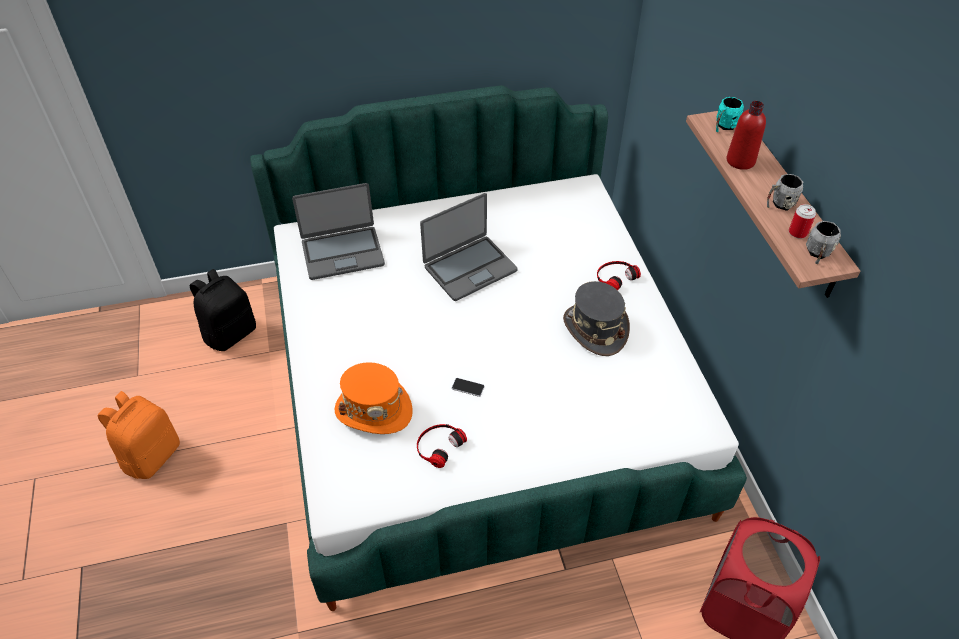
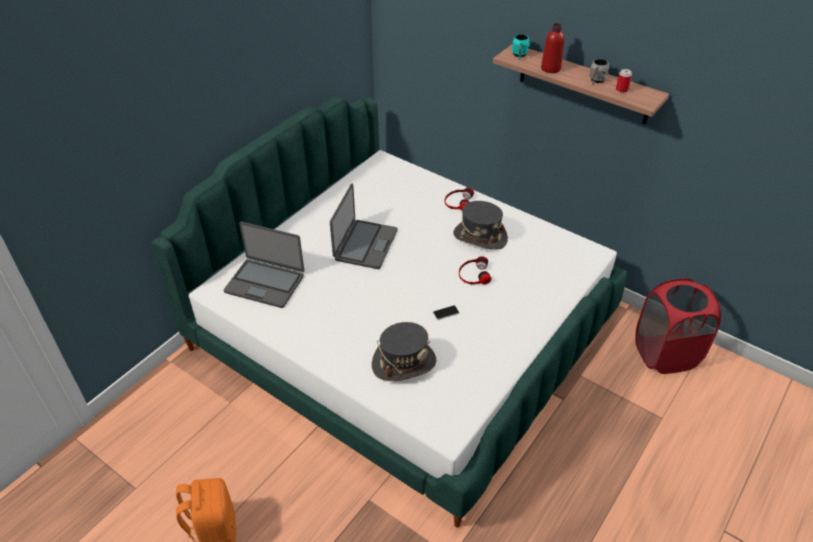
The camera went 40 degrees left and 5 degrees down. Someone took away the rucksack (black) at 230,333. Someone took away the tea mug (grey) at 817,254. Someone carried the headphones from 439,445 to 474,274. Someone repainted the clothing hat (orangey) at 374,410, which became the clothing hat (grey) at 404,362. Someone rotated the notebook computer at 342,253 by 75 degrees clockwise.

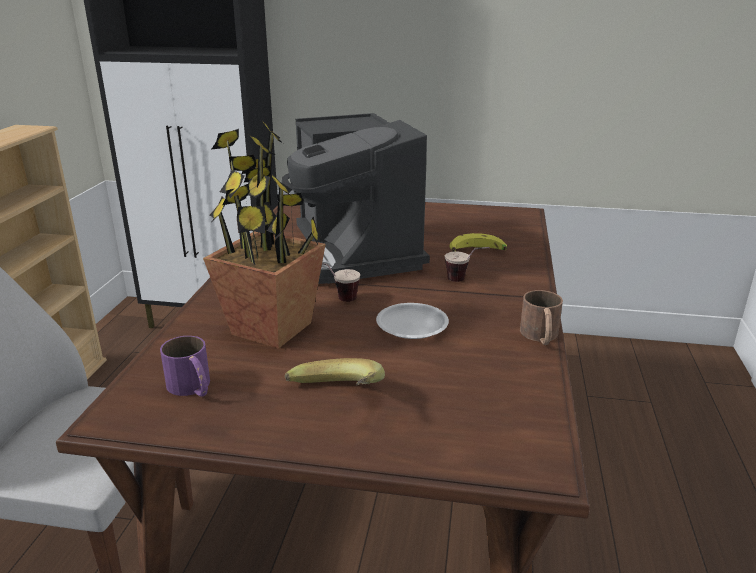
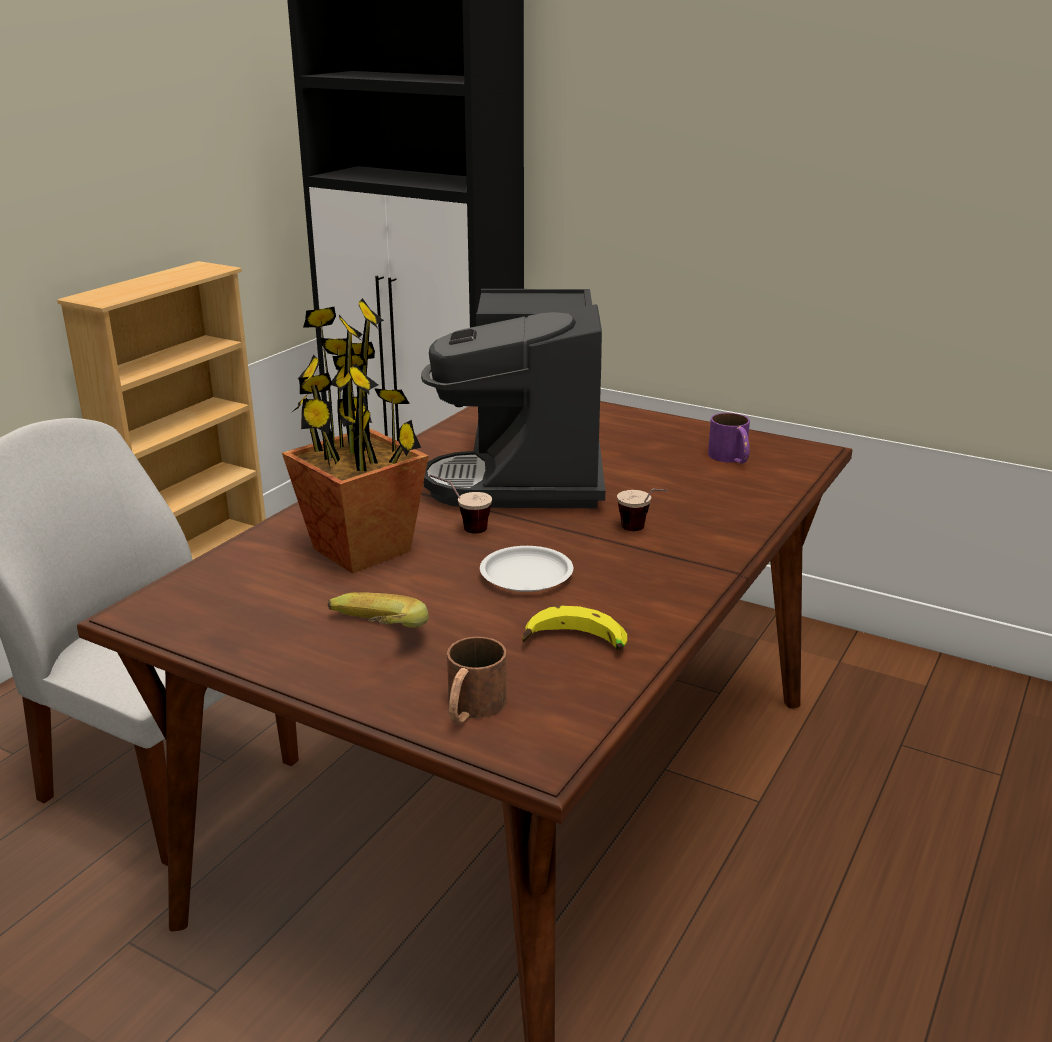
The camera went 20 degrees right and 0 degrees up. Someone carried the tea mug (purple-coloured) from 193,388 to 731,458. Someone carried the banana from 477,253 to 574,645. Someone carried the tea mug (brownish) from 540,337 to 471,709.

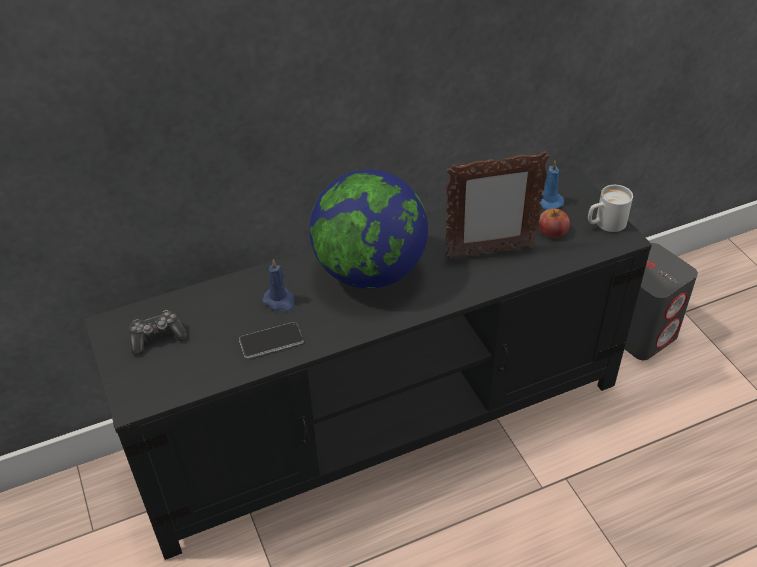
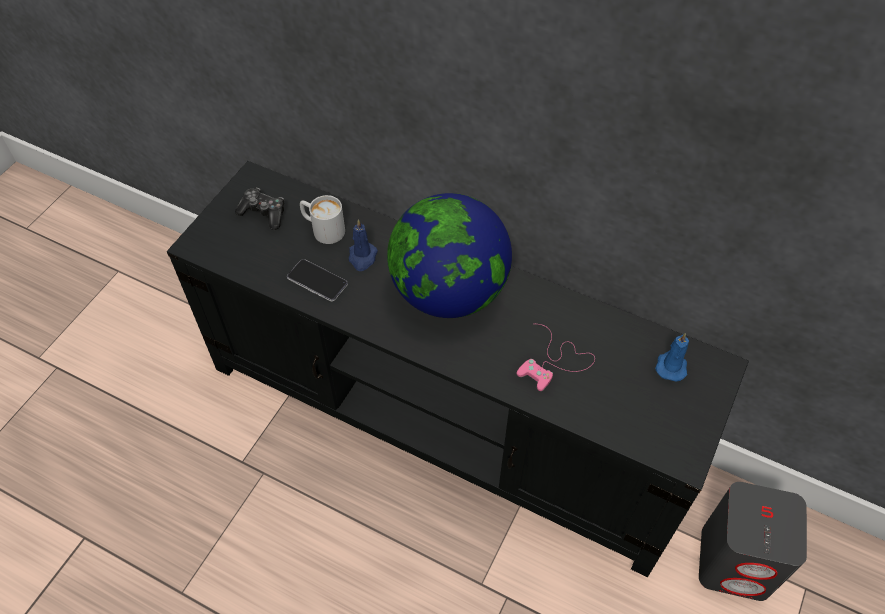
The camera went 50 degrees right and 10 degrees up. Someone took away the whole apple at 552,231. Someone carried the tea mug (white) from 604,224 to 323,229. Someone swapped the photo frame at 489,252 for the joypad (pink-coloured) at 555,362.

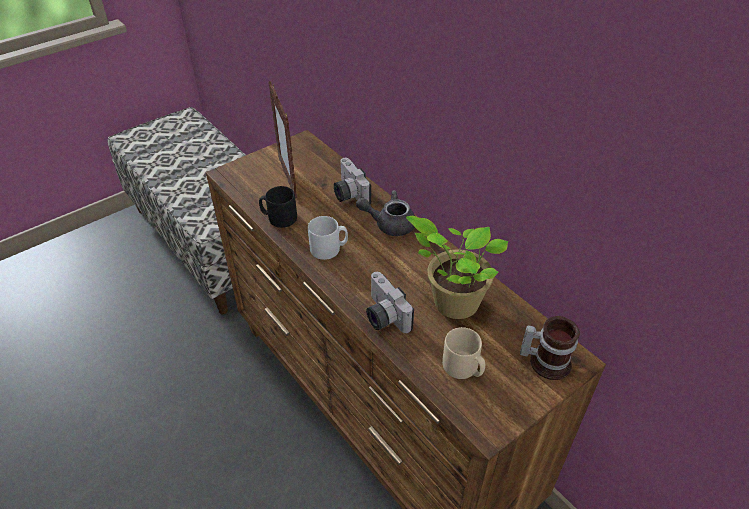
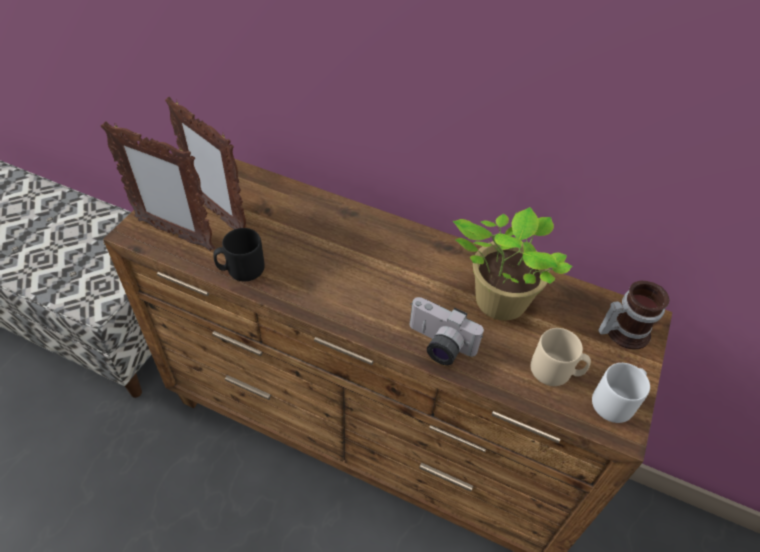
The camera went 30 degrees left and 5 degrees up. Someone took away the still camera at 348,194. Someone took away the pot for tea (grey) at 389,224. Someone put down the photo frame at 175,234. Someone carried the tea mug (grey) from 329,249 to 616,401.

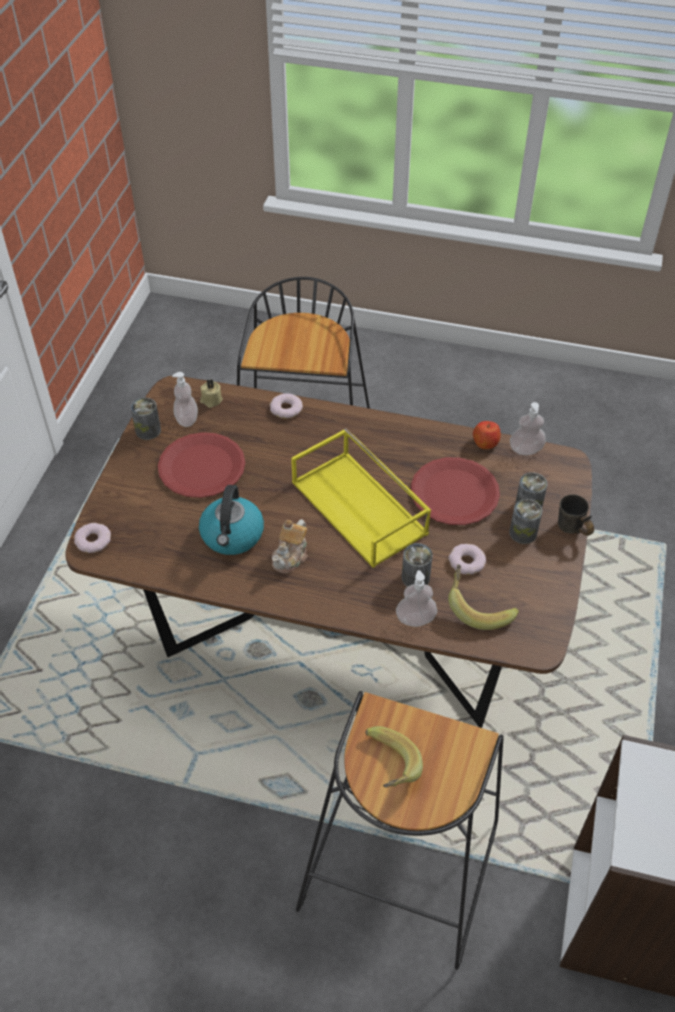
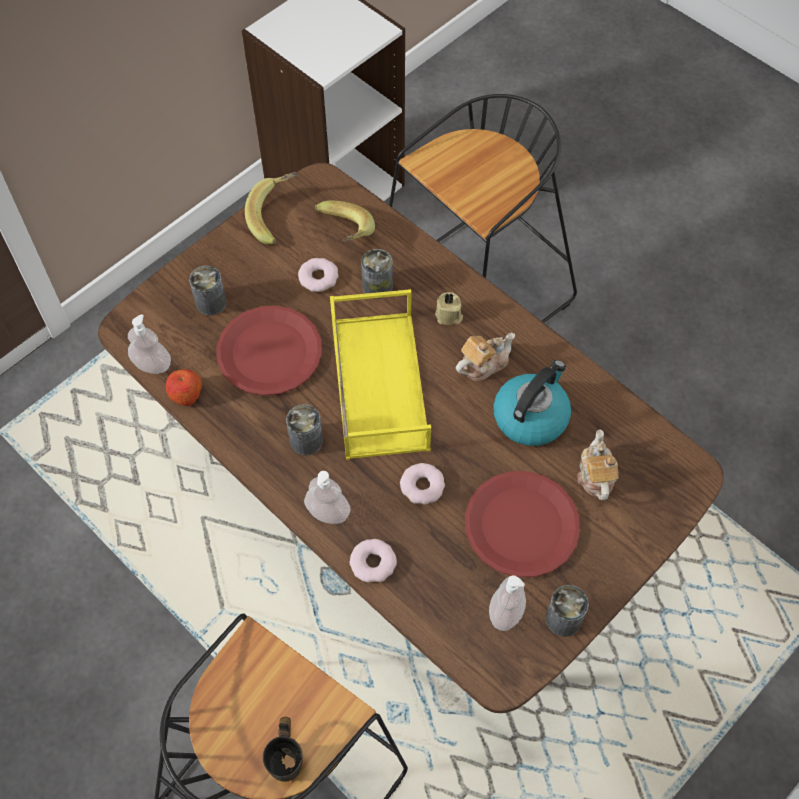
The camera went 150 degrees left and 10 degrees up. Someone put down the pot for tea at 595,476. Someone carried the donut from 93,540 to 422,486. Someone carried the wax light (sand-coloured) from 211,400 to 449,316. Someone carried the banana from 387,767 to 277,217. Someone carried the soap bottle from 415,619 to 328,512. Someone carried the can from 523,533 to 306,440. Someone carried the tea mug (grey) from 570,531 to 290,756.

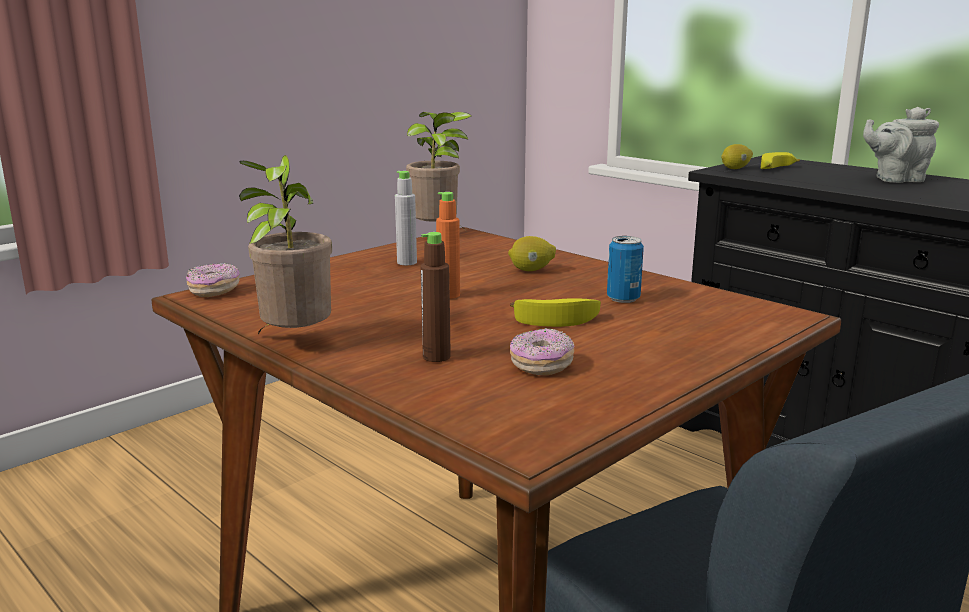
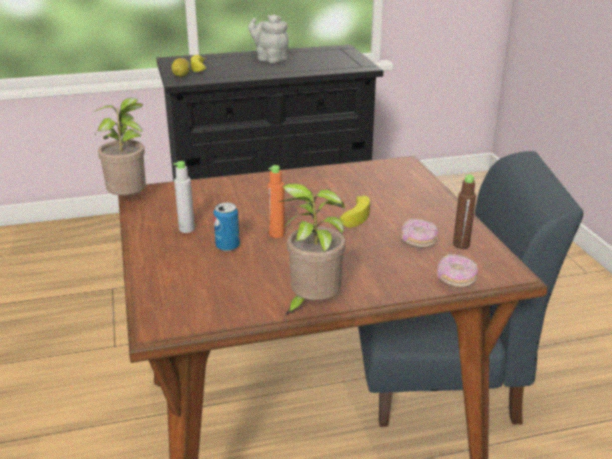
The camera went 60 degrees left and 10 degrees up. Someone took away the whole lemon at 531,270. Someone carried the donut from 214,291 to 455,279. Someone carried the beverage bottle (brownish) from 436,357 to 461,245. Someone carried the can from 623,298 to 227,246. Someone rotated the pot for tea (grey) at 895,179 by 105 degrees clockwise.

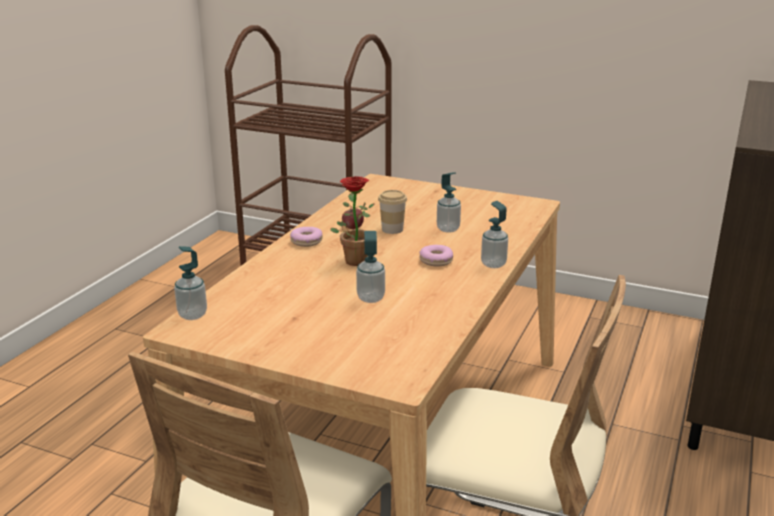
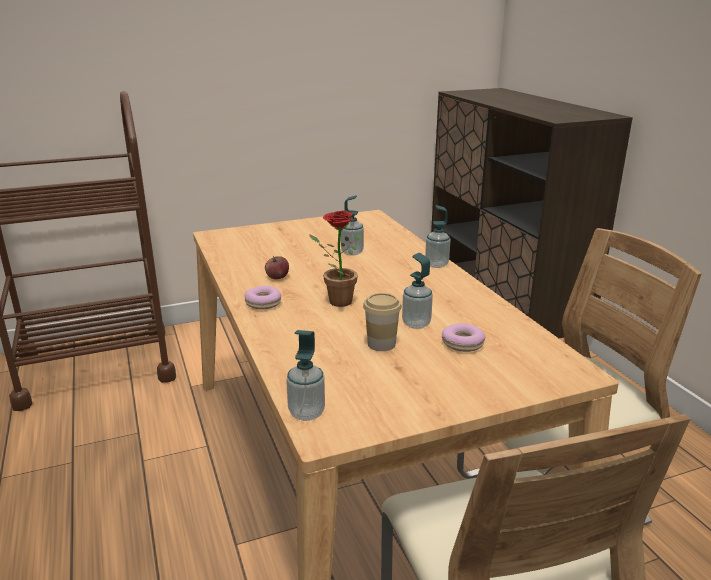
The camera went 45 degrees left and 0 degrees up. Someone carried the drinking cup from 392,229 to 381,344. Someone carried the donut from 436,260 to 462,343.

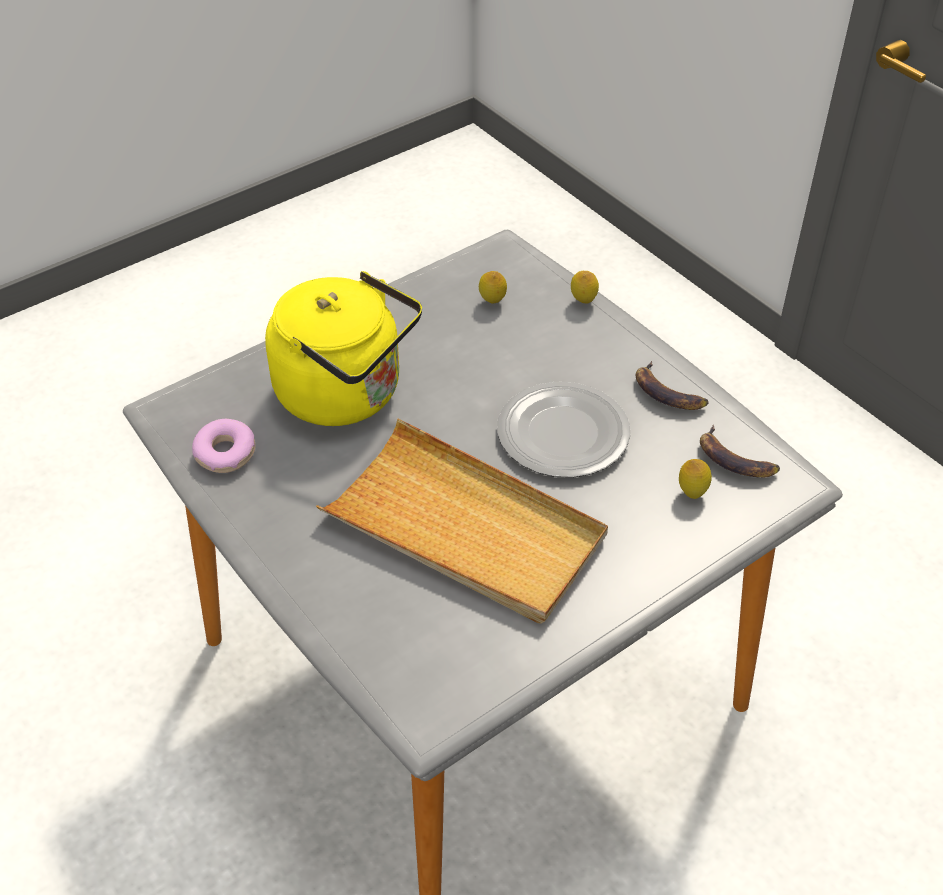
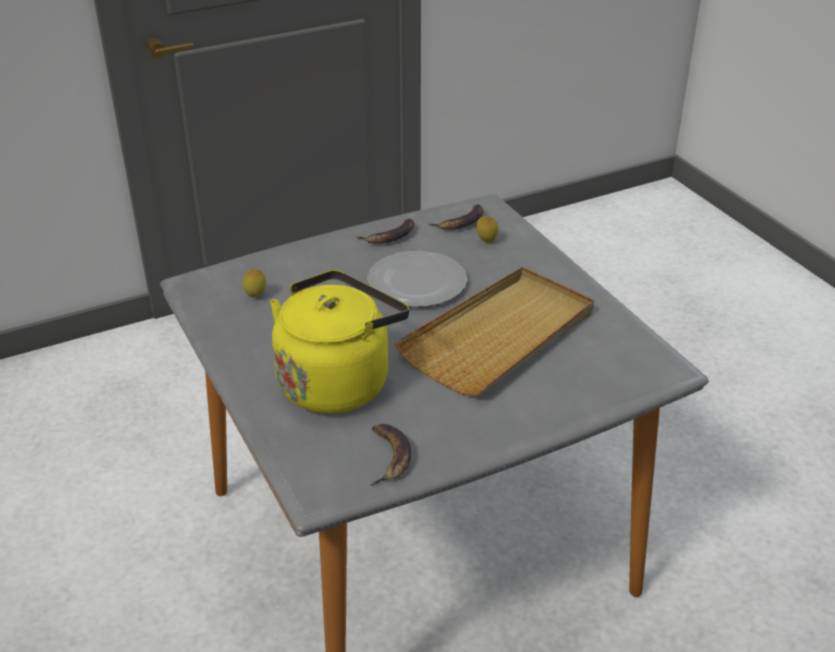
The camera went 80 degrees left and 10 degrees down. Someone took away the whole lemon at 583,302. Someone swapped the donut at 225,453 for the banana at 388,456.

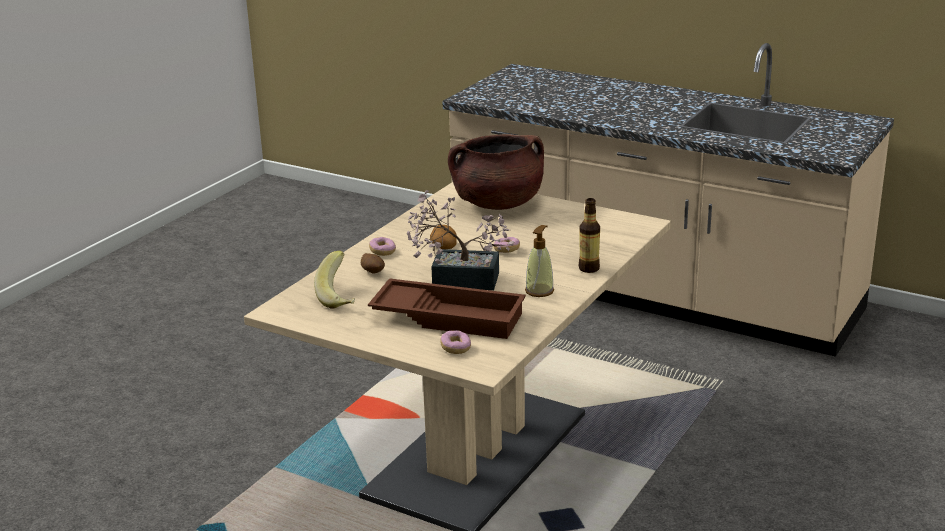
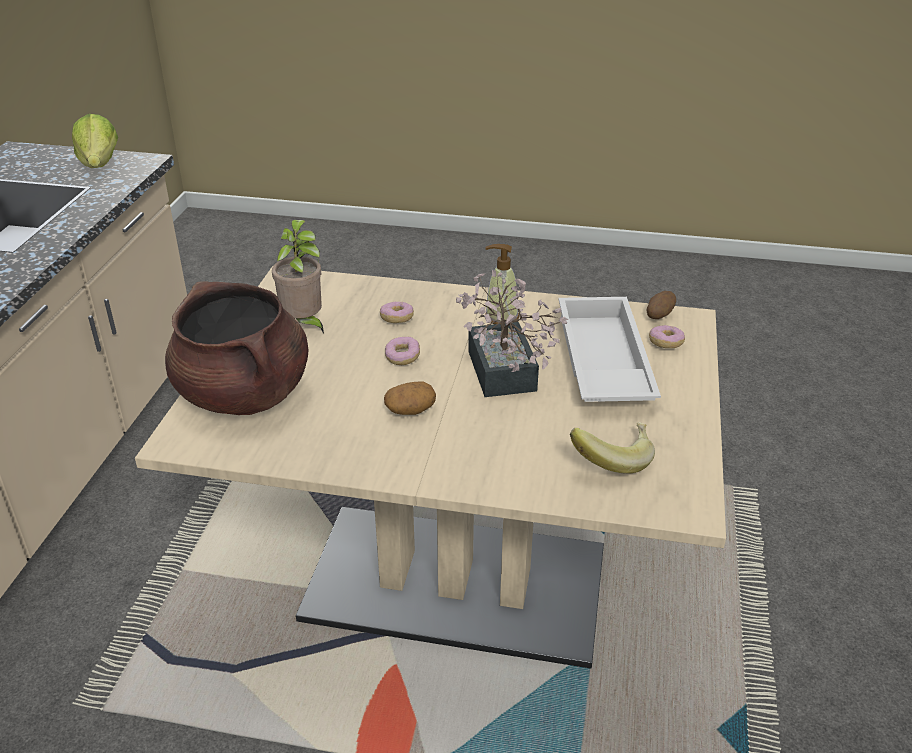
The camera went 110 degrees left and 10 degrees up. Someone took away the beverage bottle at 589,268. Someone put down the lettuce head at 99,164. Someone put down the plant in a pot at 304,324. Someone carried the potato from 373,272 to 659,315. Someone carried the donut from 382,252 to 397,319. Someone repainted the tray (brownish) at 449,316, which became the tray (white) at 600,362.

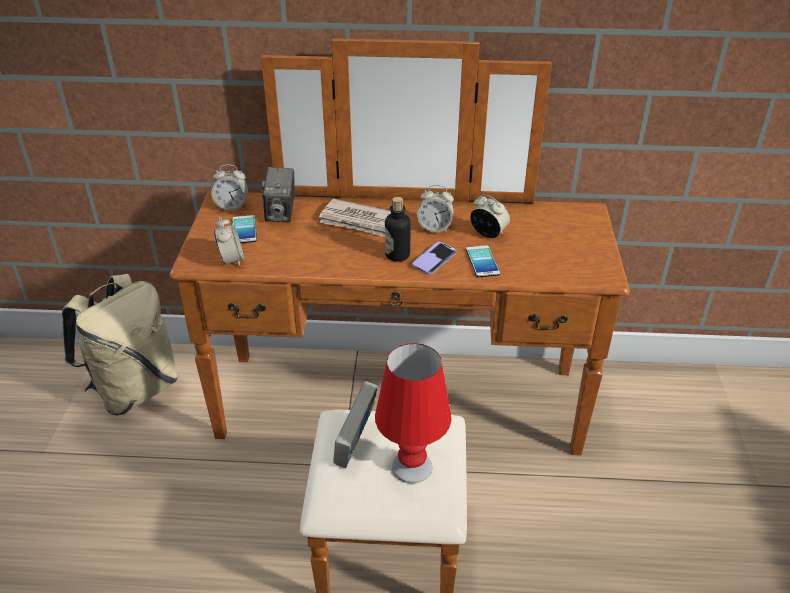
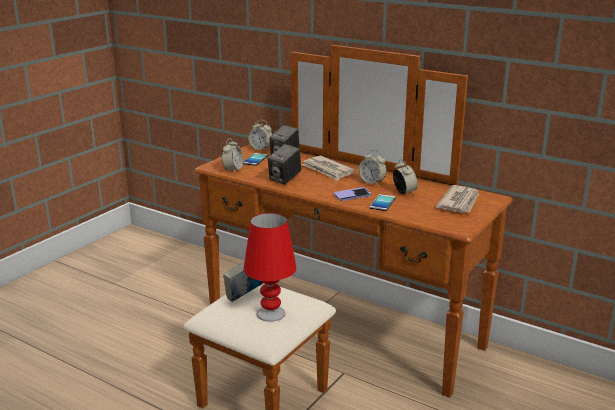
The camera went 30 degrees right and 15 degrees down. Someone took away the rucksack (sand-coloured) at 134,390. Someone took away the beverage bottle at 397,255. Someone put down the still camera at 285,179. Someone put down the printed paper at 459,202.

